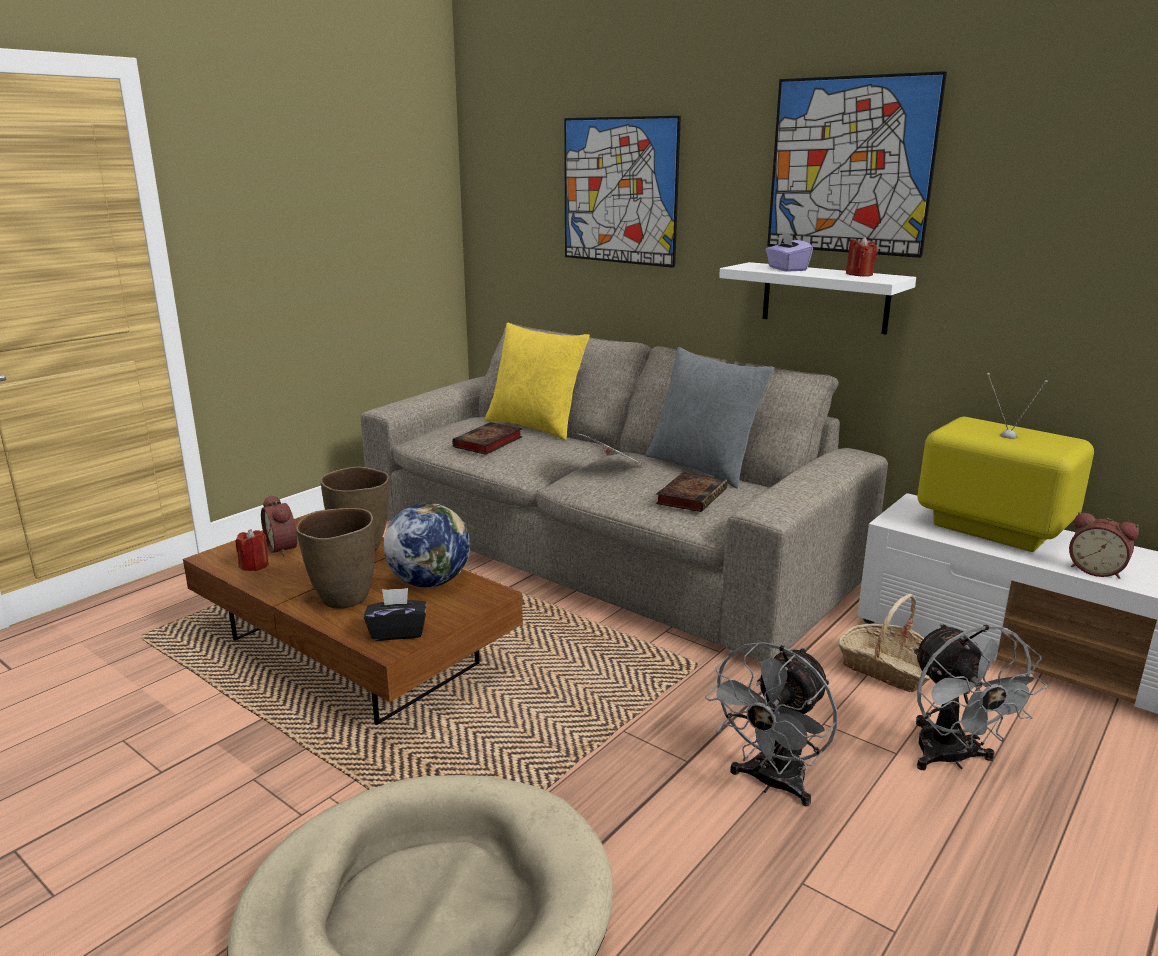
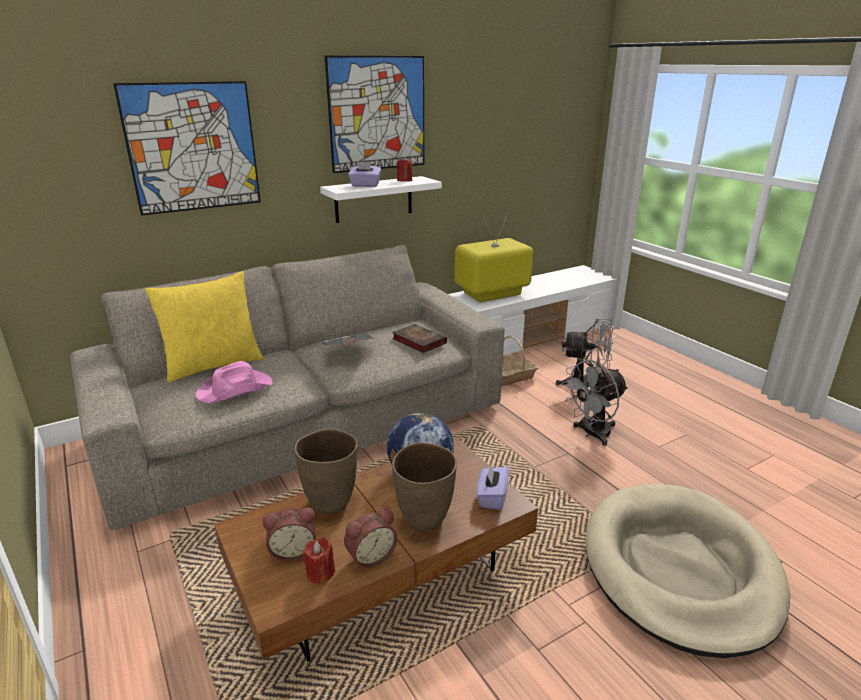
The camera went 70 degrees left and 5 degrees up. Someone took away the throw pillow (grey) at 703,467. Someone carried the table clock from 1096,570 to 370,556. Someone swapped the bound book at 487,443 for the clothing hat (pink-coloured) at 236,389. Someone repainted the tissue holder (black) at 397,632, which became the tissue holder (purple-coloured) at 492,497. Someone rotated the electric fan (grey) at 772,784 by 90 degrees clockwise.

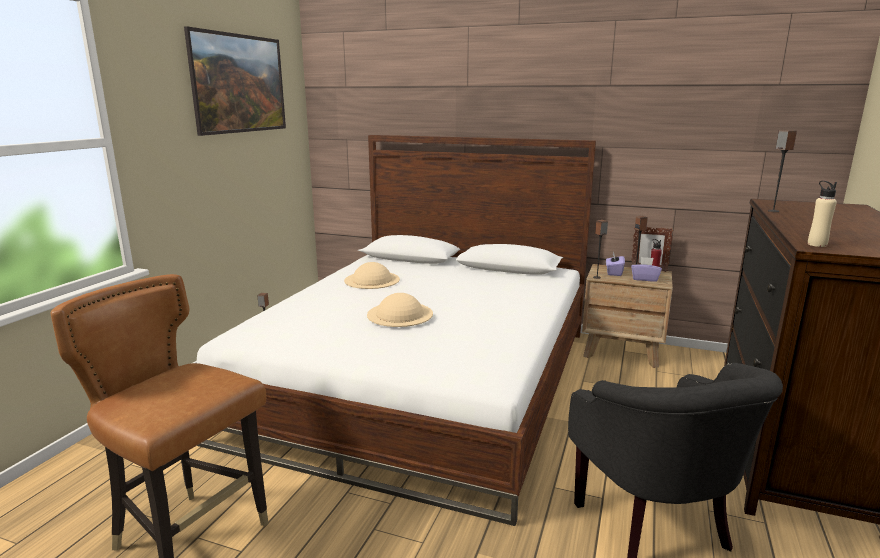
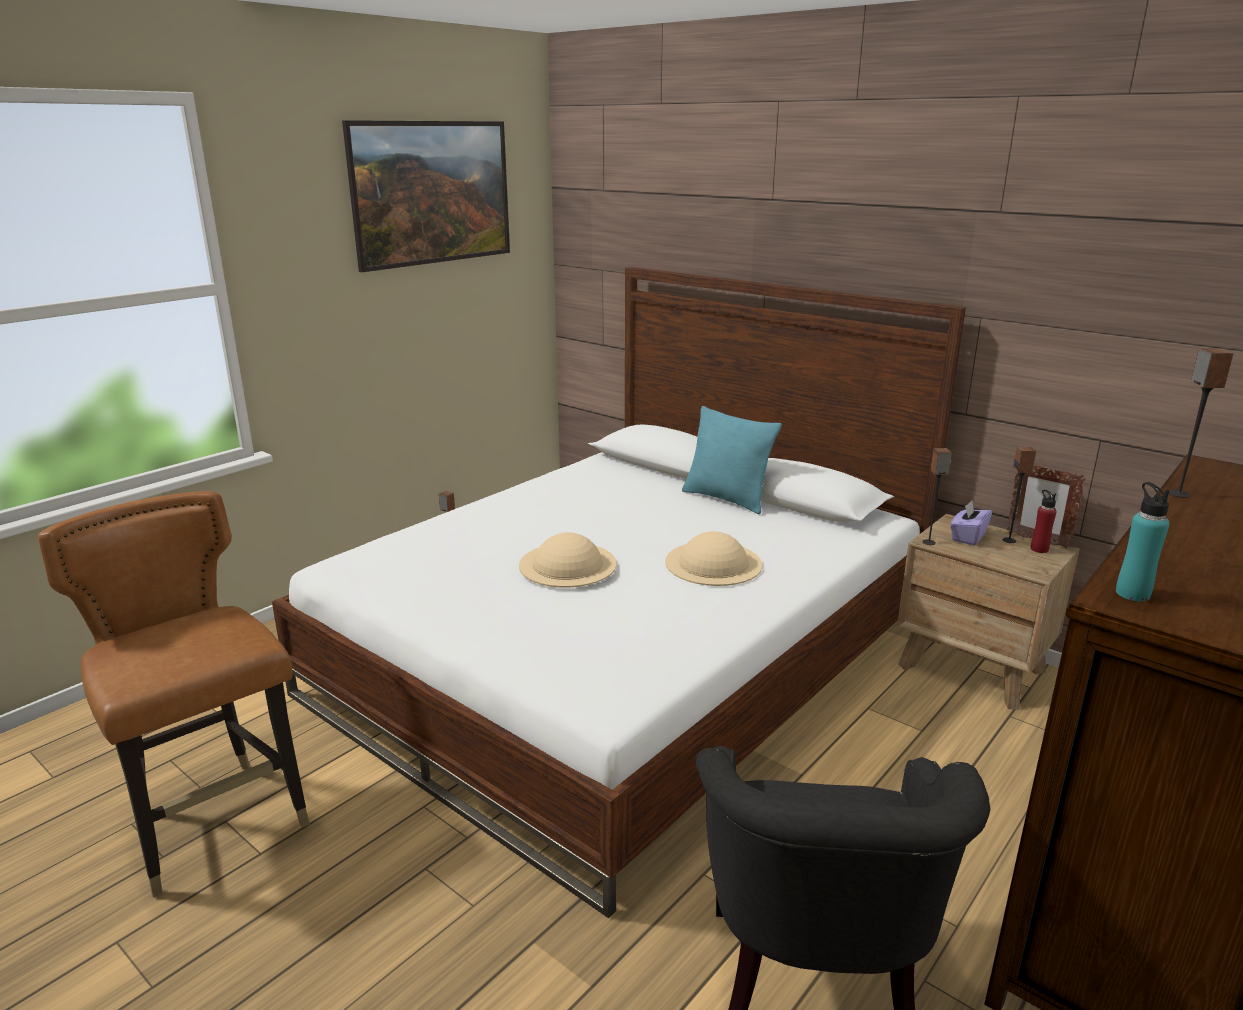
The camera went 20 degrees right and 5 degrees up. Someone took away the tissue holder (purple-coloured) at 644,279. Someone put down the throw pillow (turquoise-coloured) at 727,499. Someone carried the clothing hat (sand-coloured) from 372,280 to 713,563. Someone repainted the beverage bottle (sand-coloured) at 817,244, which became the beverage bottle (turquoise-coloured) at 1132,593.

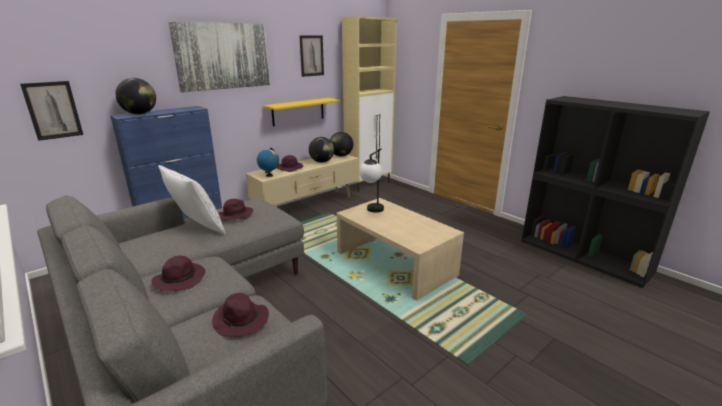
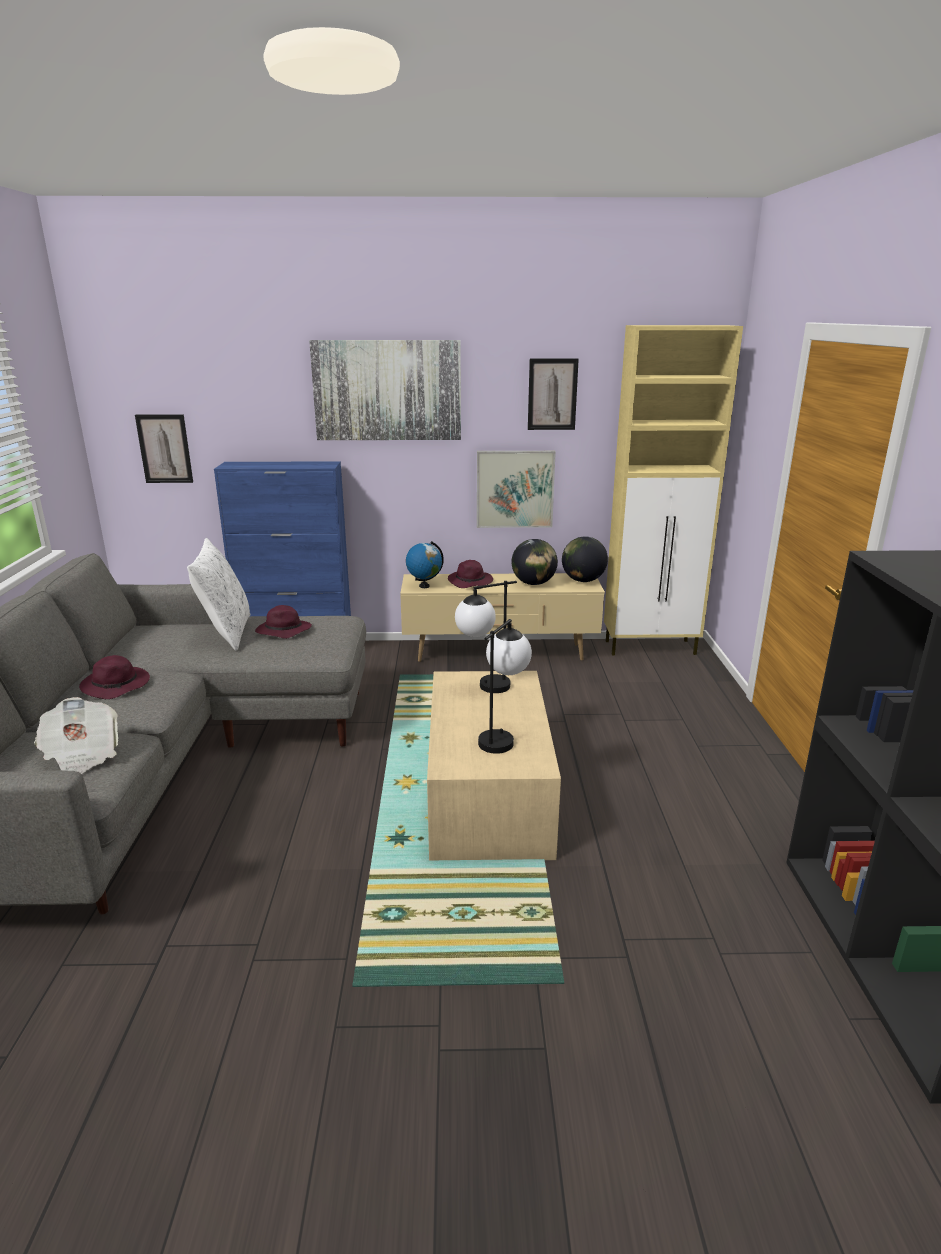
The camera went 40 degrees right and 0 degrees up. Someone took away the globe at 140,114. Someone put down the tabletop lamp at 502,737. Someone swapped the clothing hat (purple-coloured) at 241,321 for the printed paper at 82,754. Someone swapped the shelf (yellowish) at 298,111 for the wall picture at 515,489.

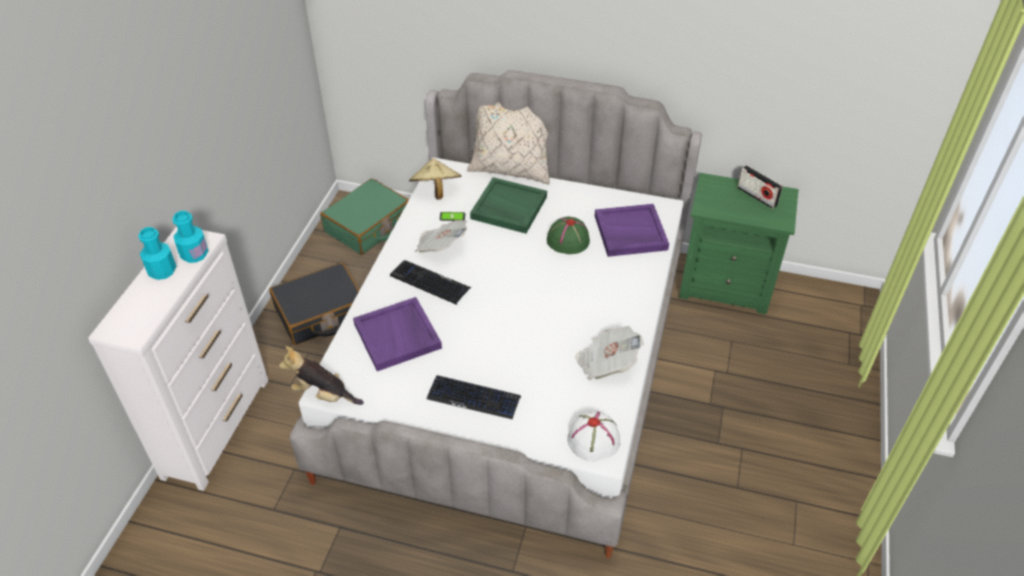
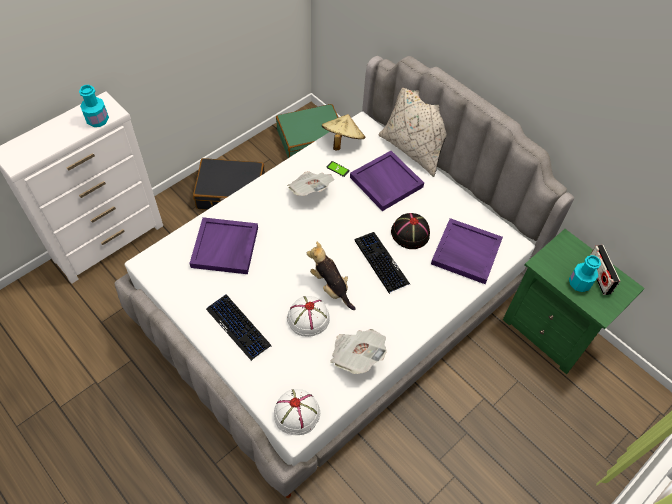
The camera went 30 degrees right and 10 degrees up. Someone put down the clothing hat (white) at 308,318. Someone carried the beverage bottle (turquoise-coloured) from 162,271 to 579,283. Someone carried the plush toy from 323,394 to 331,287. Someone carried the PC keyboard from 430,282 to 381,262. Someone repainted the tray (green) at 508,208, which became the tray (purple-coloured) at 385,182. Someone repainted the clothing hat (green) at 567,240, which became the clothing hat (black) at 410,233.

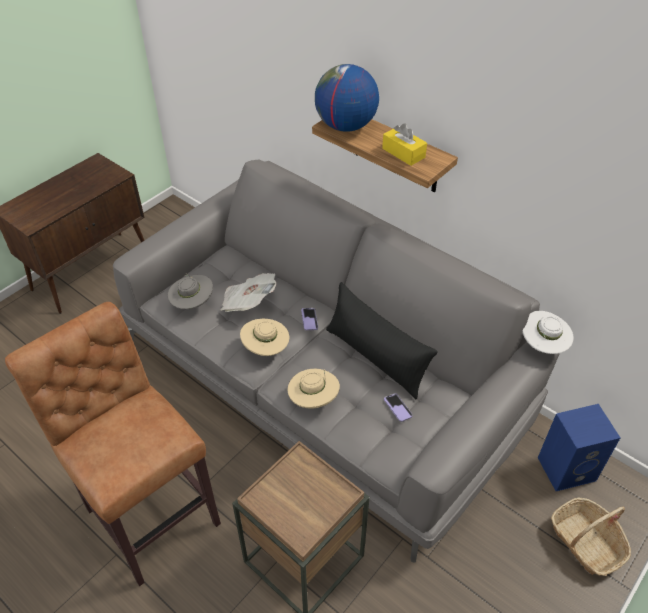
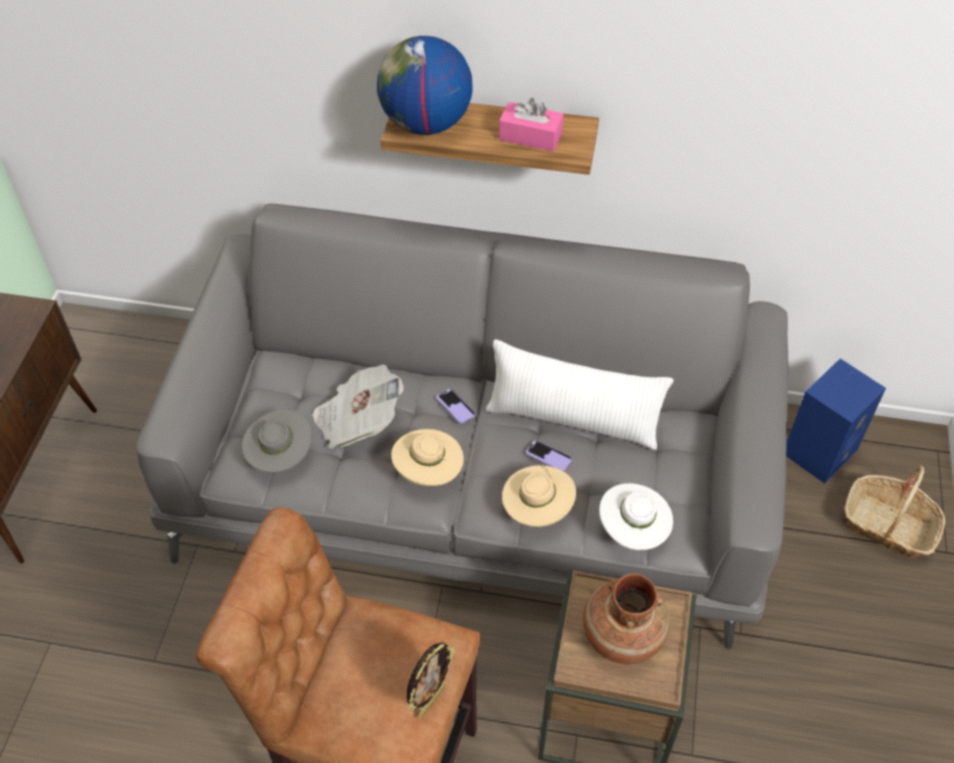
The camera went 30 degrees left and 5 degrees up. Someone put down the photo frame at 431,701. Someone put down the decorative vase (brownish) at 621,635. Someone carried the phone from 397,408 to 548,457. Someone carried the clothing hat (white) from 542,345 to 633,531. Someone repainted the throw pillow (black) at 376,358, which became the throw pillow (white) at 573,420. Someone repainted the tissue holder (yellowish) at 403,153, which became the tissue holder (pink-coloured) at 530,136.

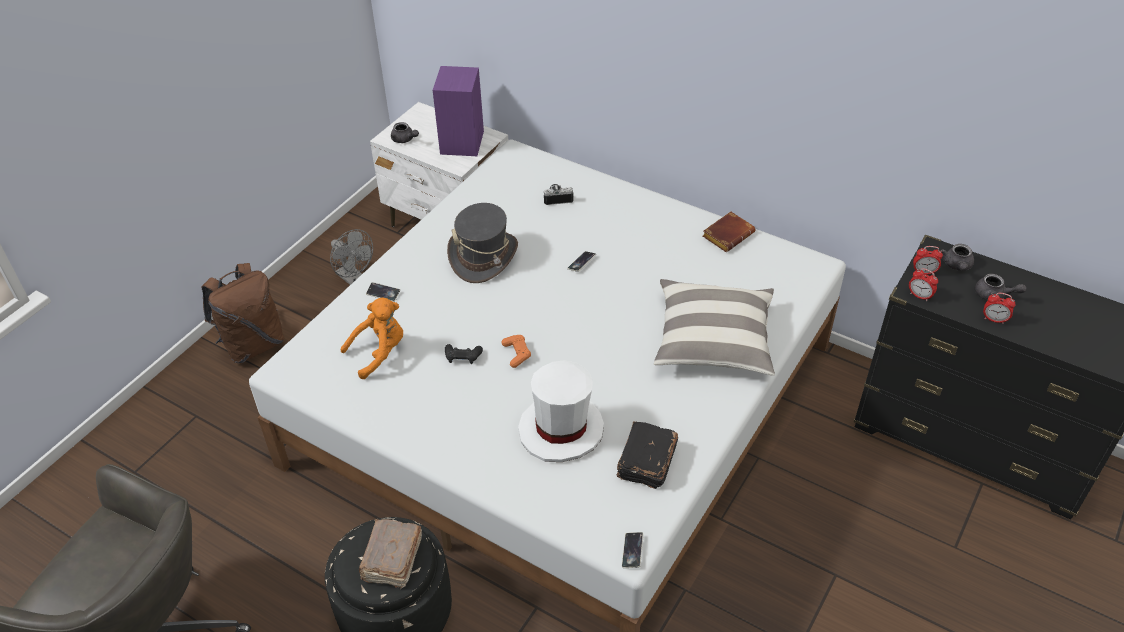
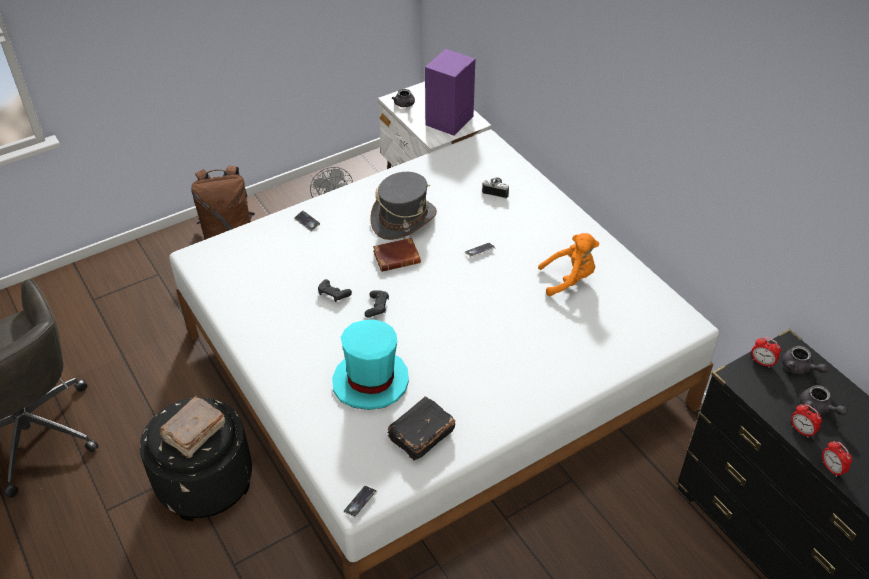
The camera went 25 degrees right and 0 degrees up. Someone took away the throw pillow at 713,340. Someone carried the plush toy (orangey) from 379,352 to 569,279. Someone carried the bound book (brownish) from 728,234 to 397,257. Someone carried the table clock from 919,296 to 831,468. Someone repainted the joypad (orangey) at 517,354, which became the joypad (black) at 377,307. Someone repainted the clothing hat (white) at 561,430, which became the clothing hat (turquoise-coloured) at 371,381. Someone rotated the pot for tea (grey) at 956,266 by 75 degrees counterclockwise.

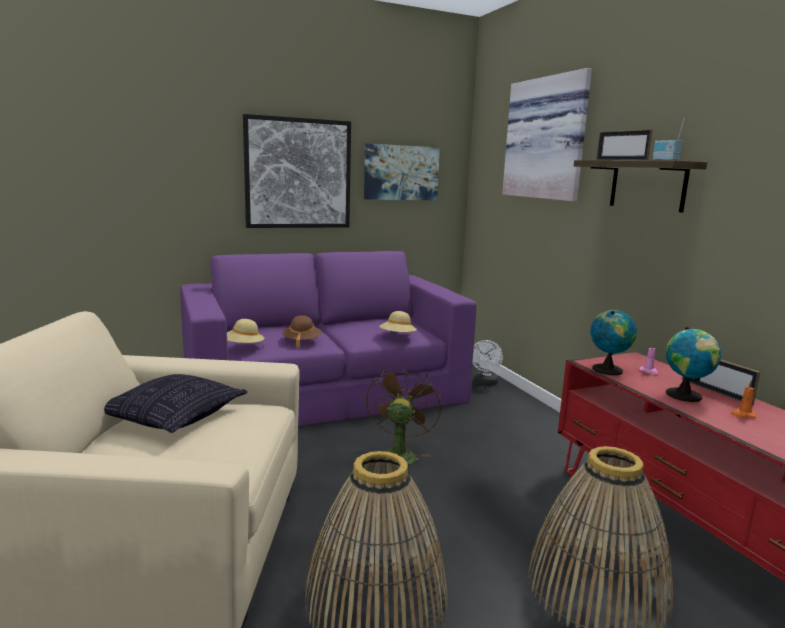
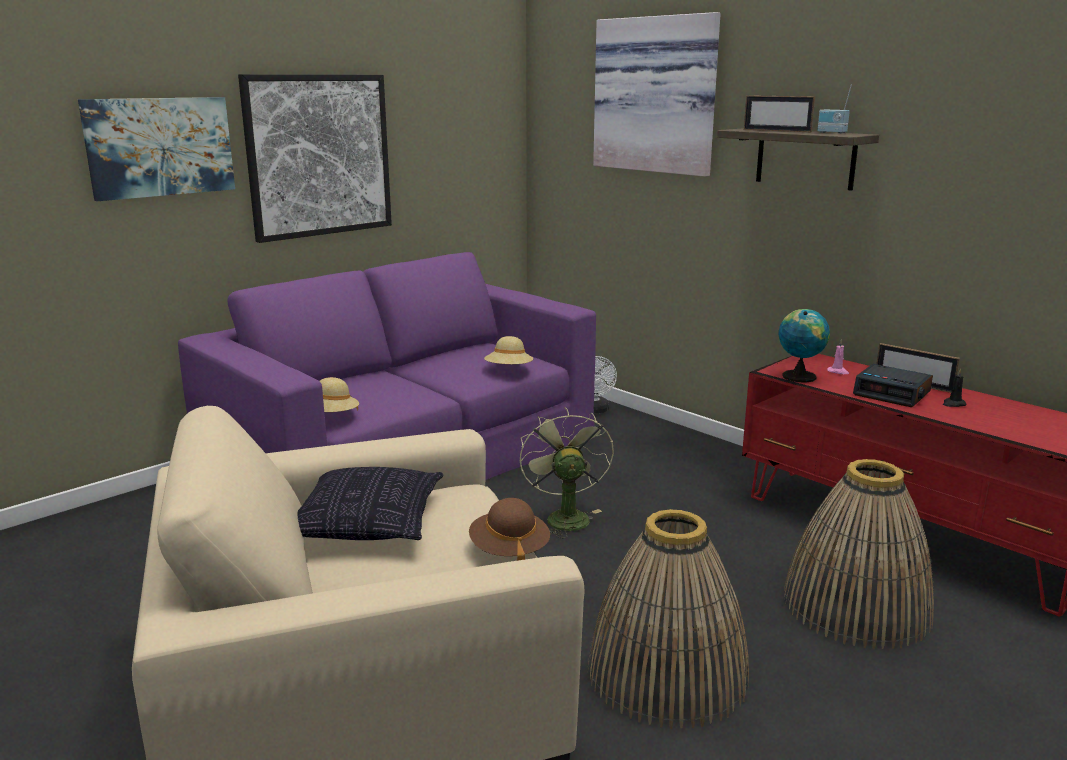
The camera went 20 degrees left and 5 degrees up. Someone carried the clothing hat (brownish) from 302,342 to 509,550. Someone carried the wall picture from 401,172 to 160,147. Someone swapped the globe at 686,396 for the table clock at 892,393. Someone repainted the electric fan (brownish) at 398,454, which became the electric fan (green) at 564,516. Someone repainted the wax light (orangey) at 743,415, which became the wax light (black) at 953,404.

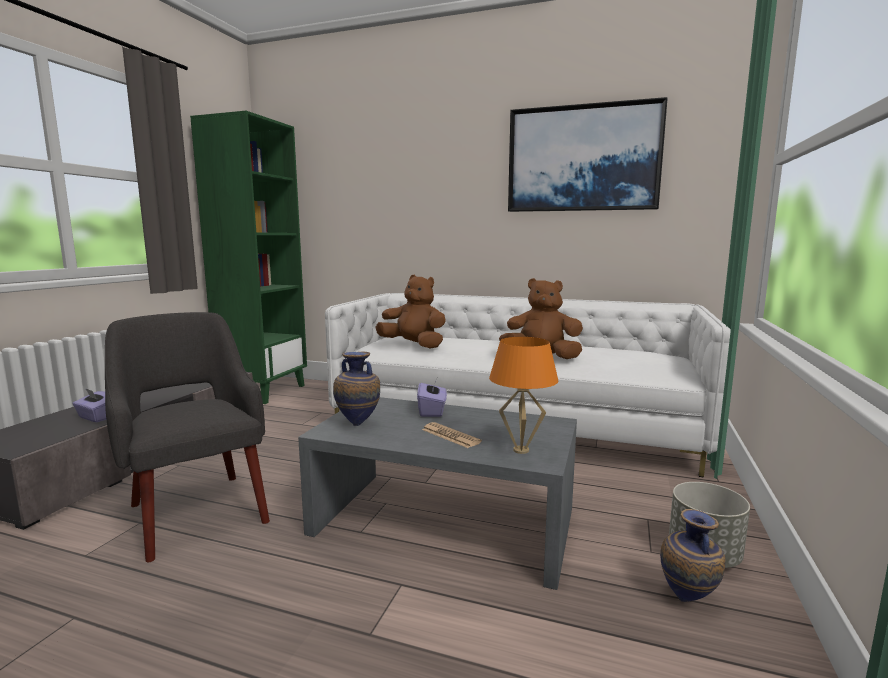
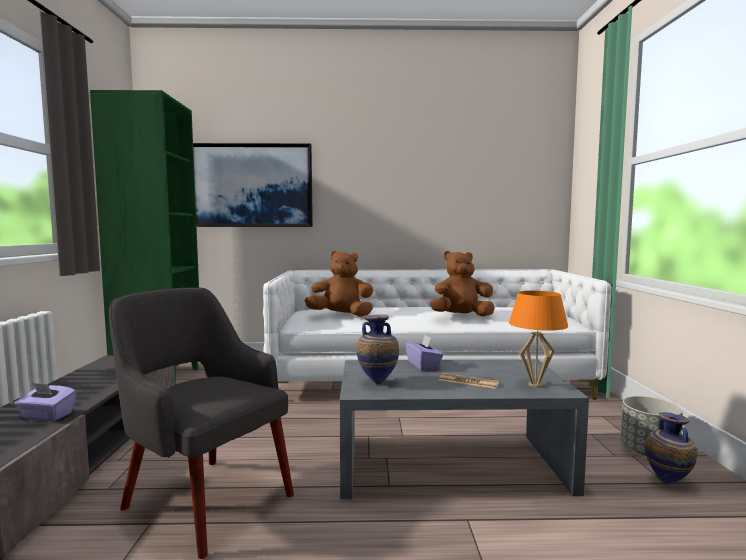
The camera went 20 degrees left and 5 degrees down. Someone carried the wall picture from 583,159 to 252,186.

